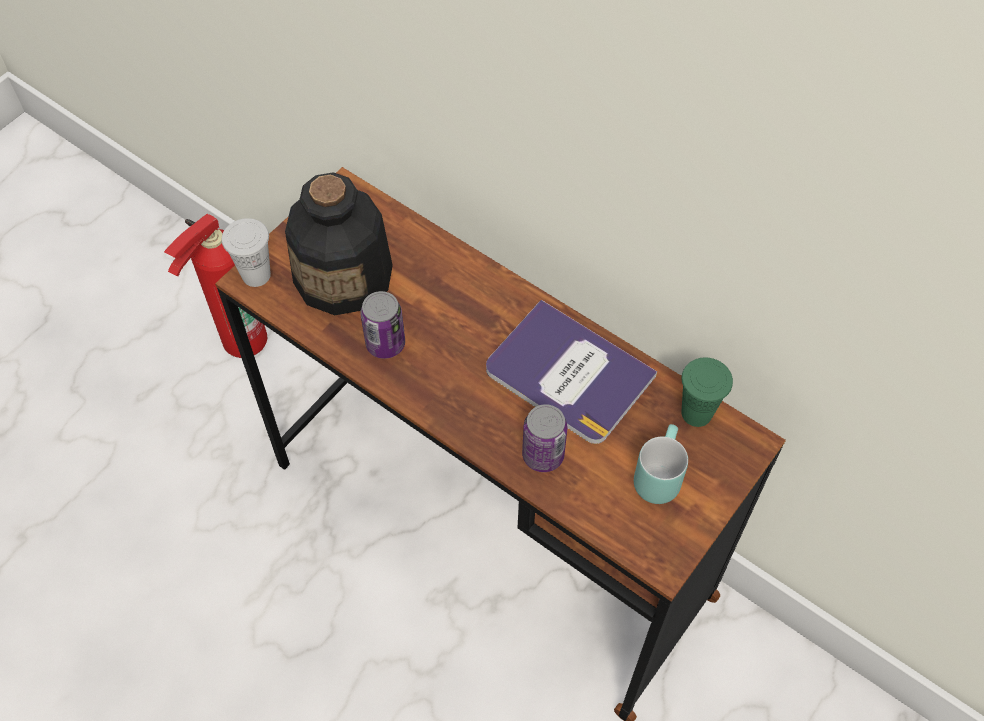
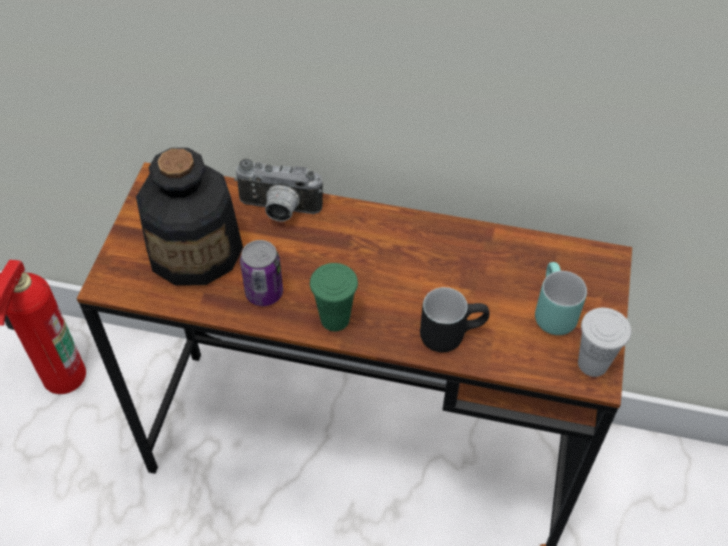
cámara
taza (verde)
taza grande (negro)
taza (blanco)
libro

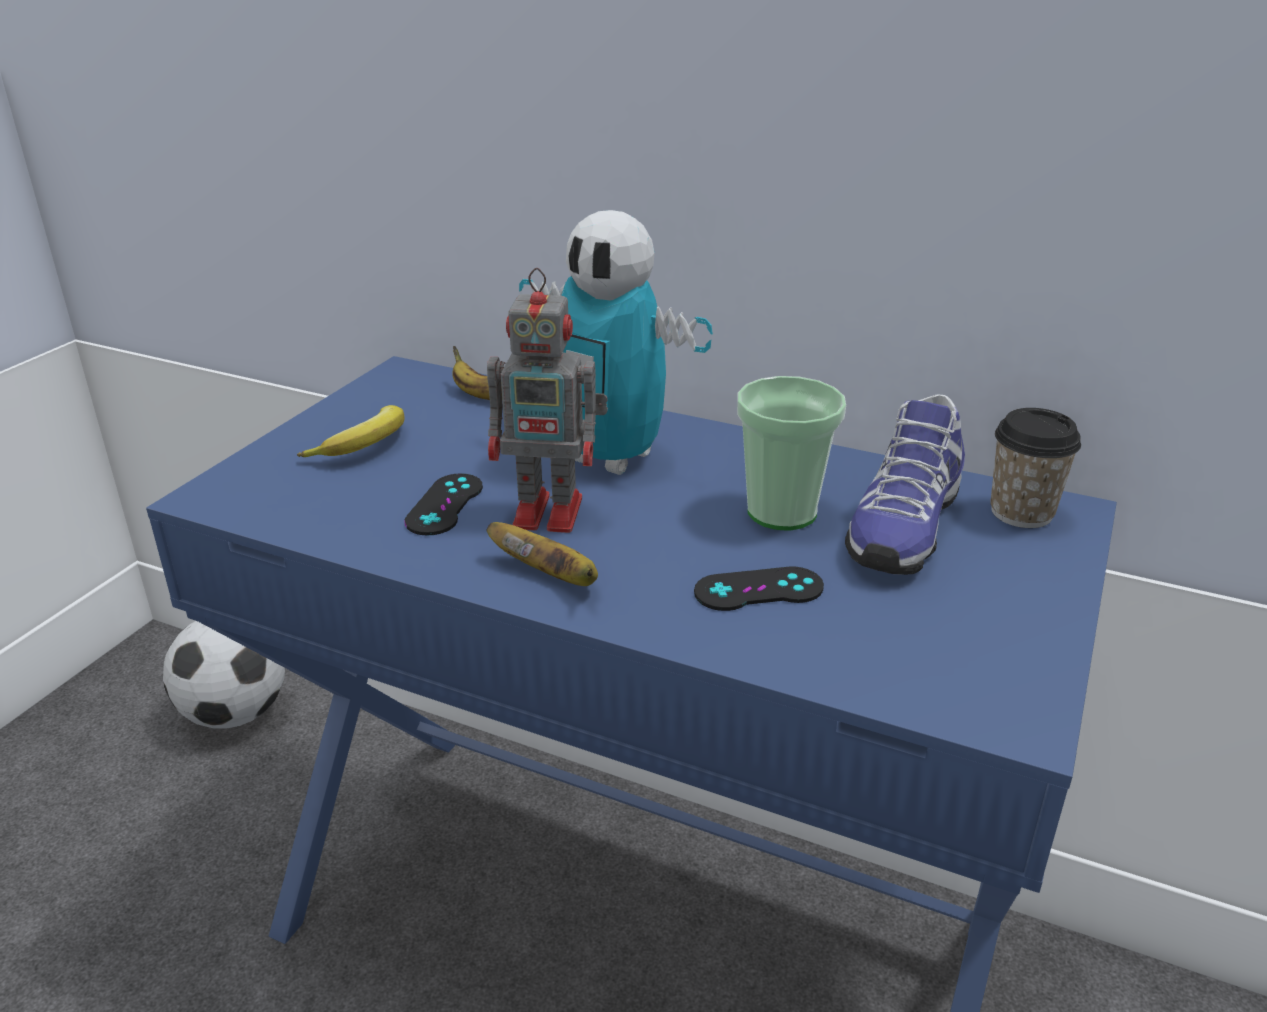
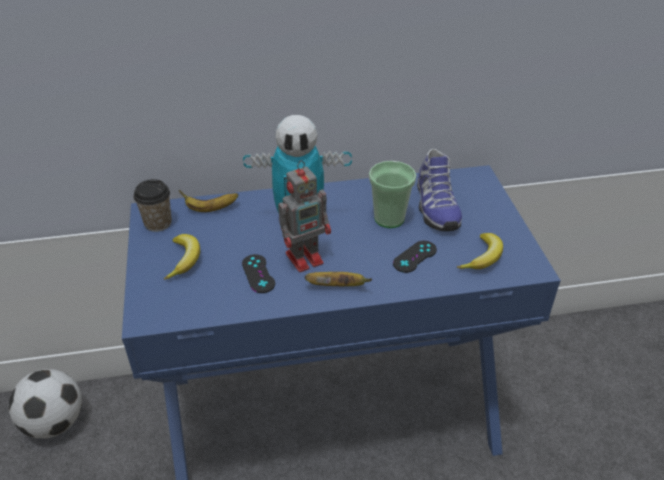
taza (1st from left)
plátano (4th from left)

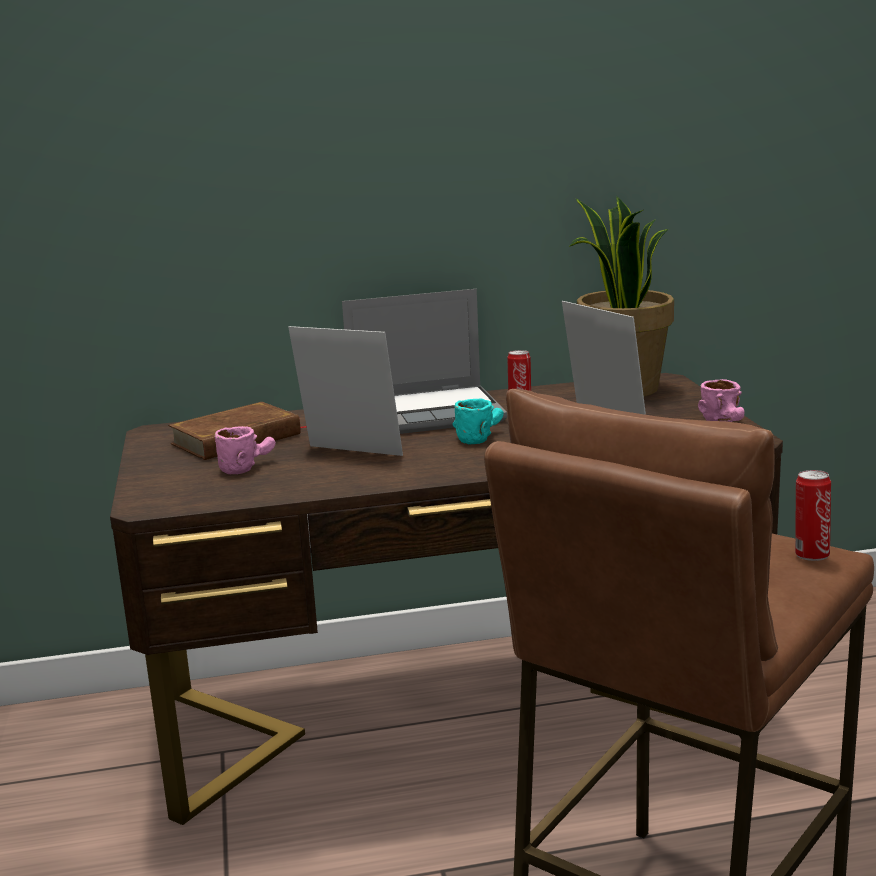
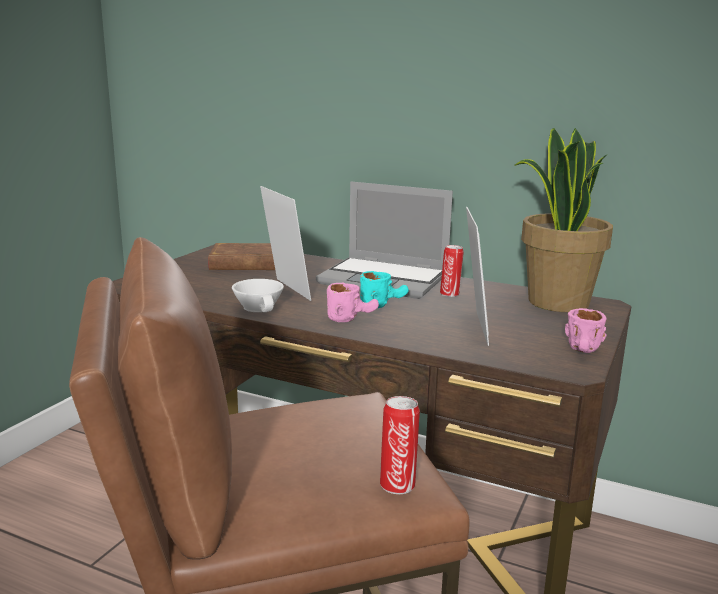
taza (blanco)
taza grande (rosa) (1st from left)

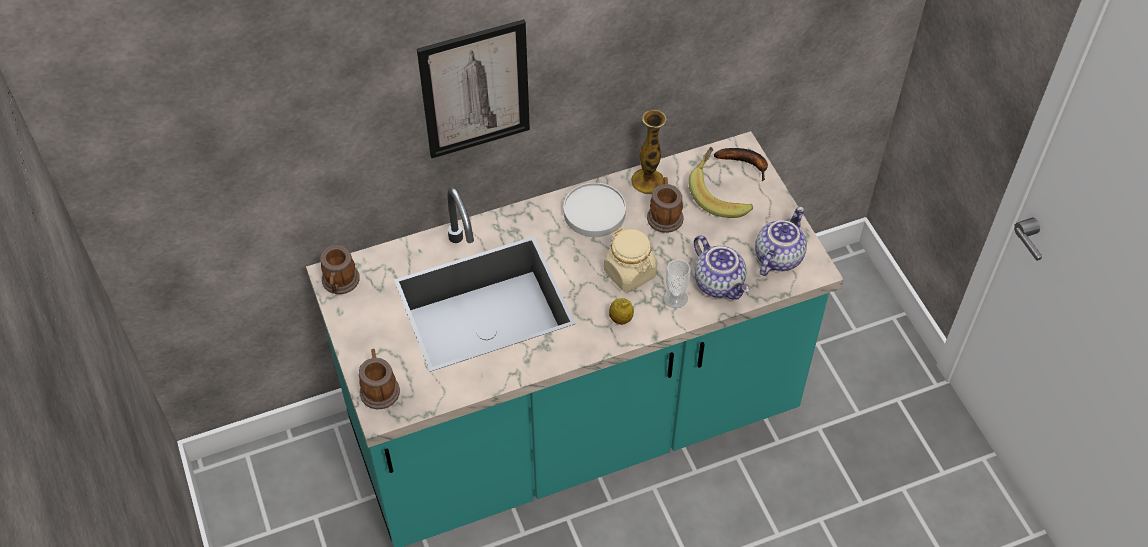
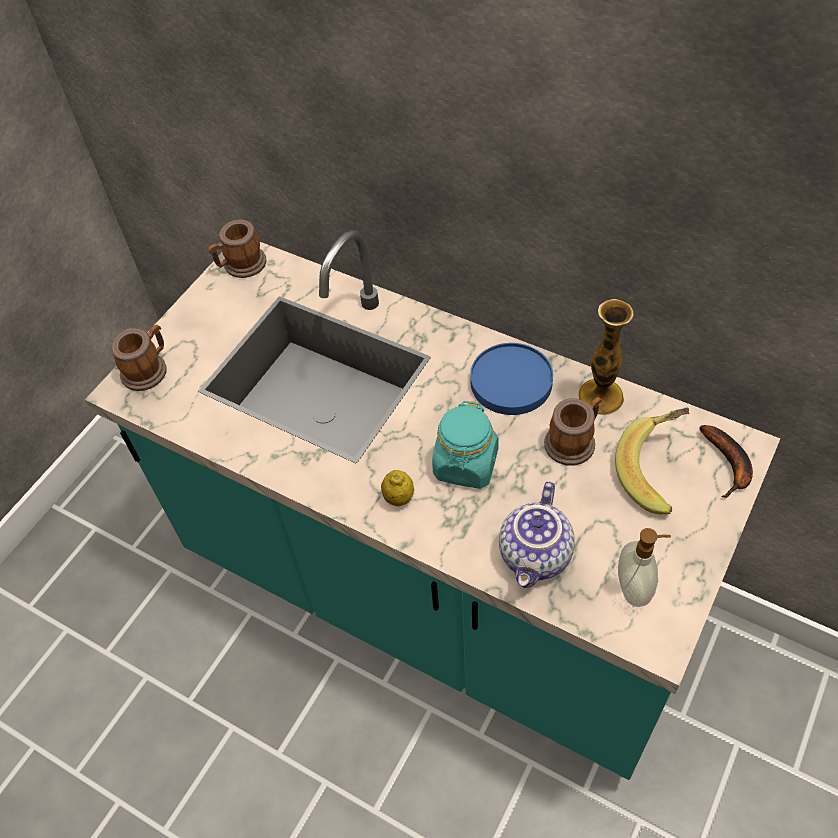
tarro (turquesa)
plato (azul)
dispensador de jabón
cuadro
taza

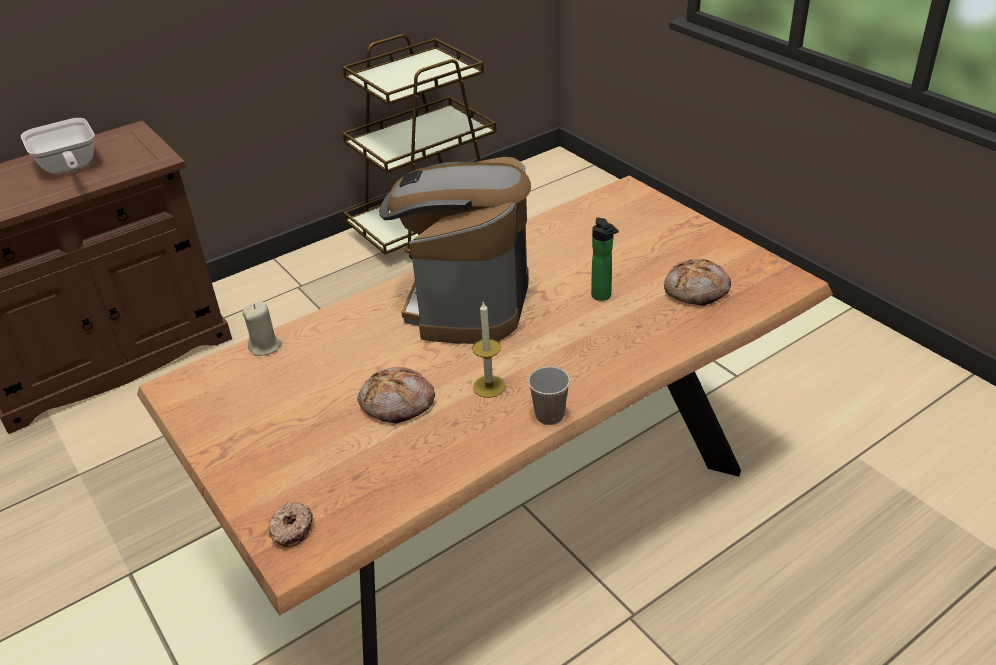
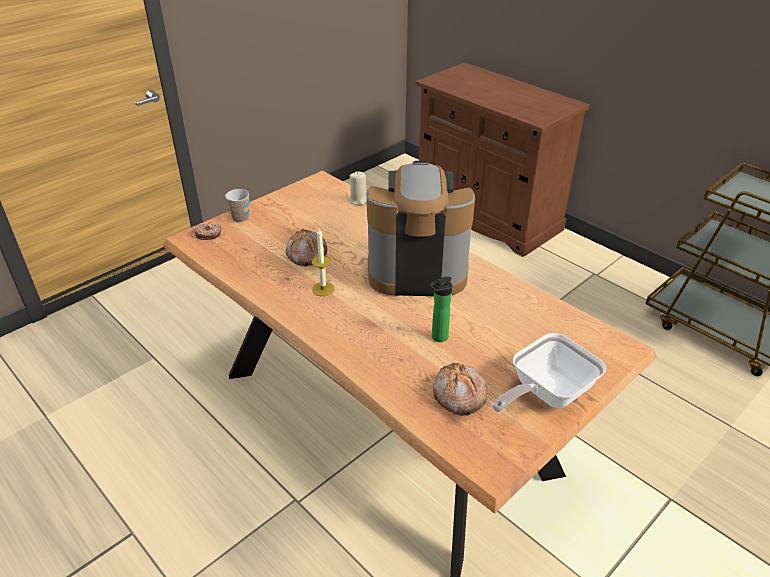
taza
sartén

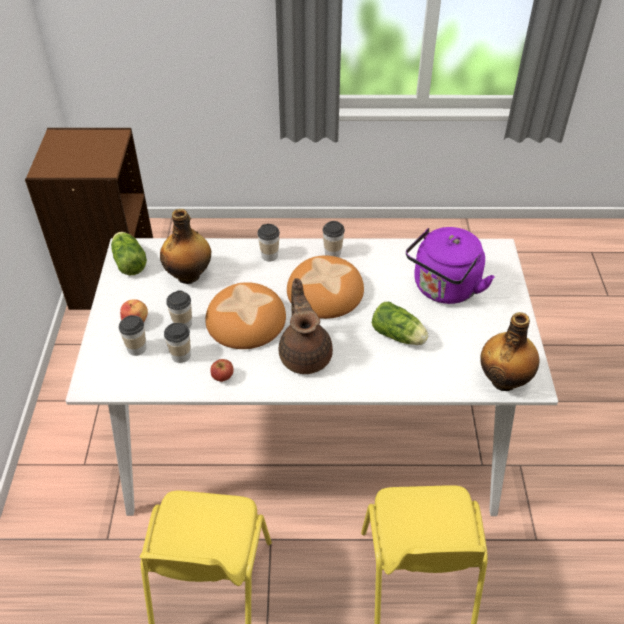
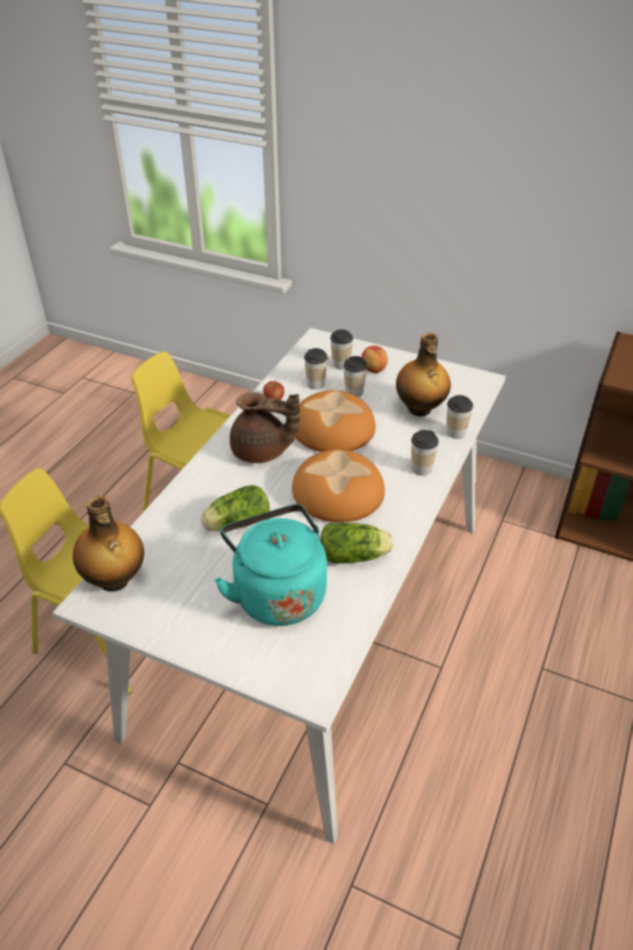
hervidor (turquesa)
lechuga (2nd from left)
taza (5th from left)

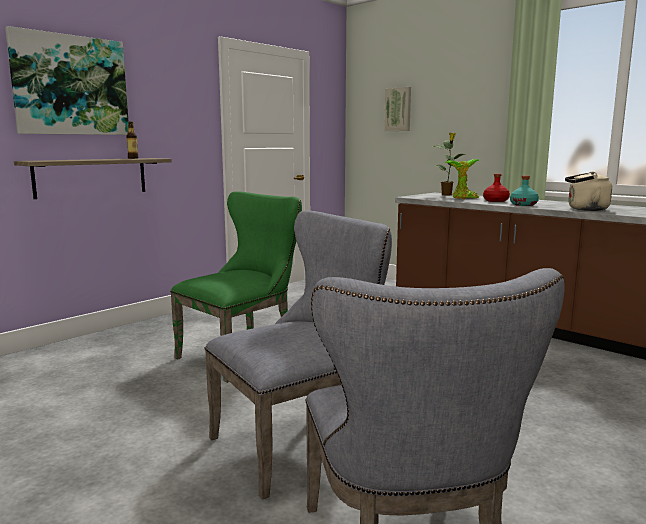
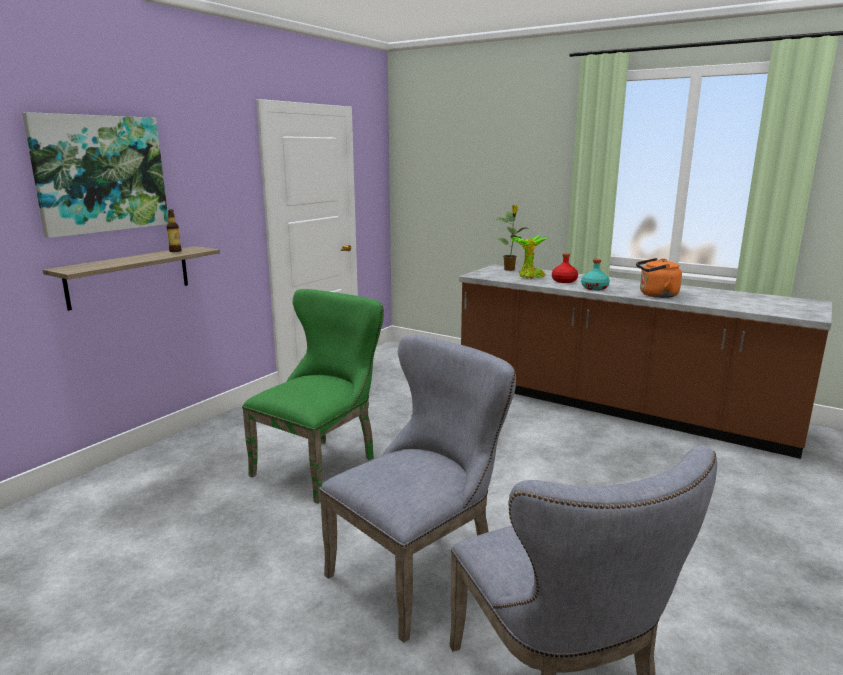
hervidor (naranja)
cuadro (2nd from left in the first image)

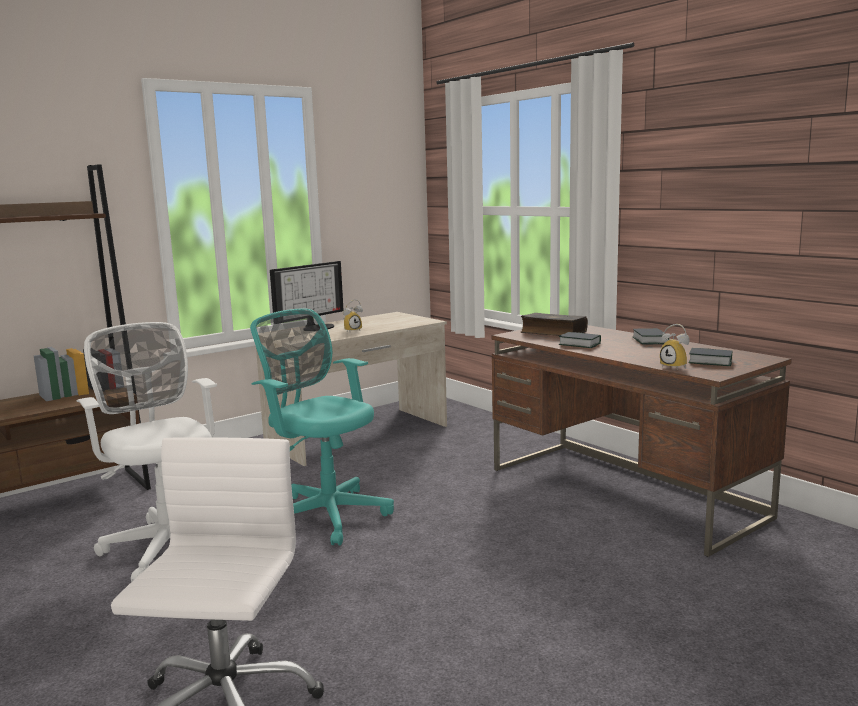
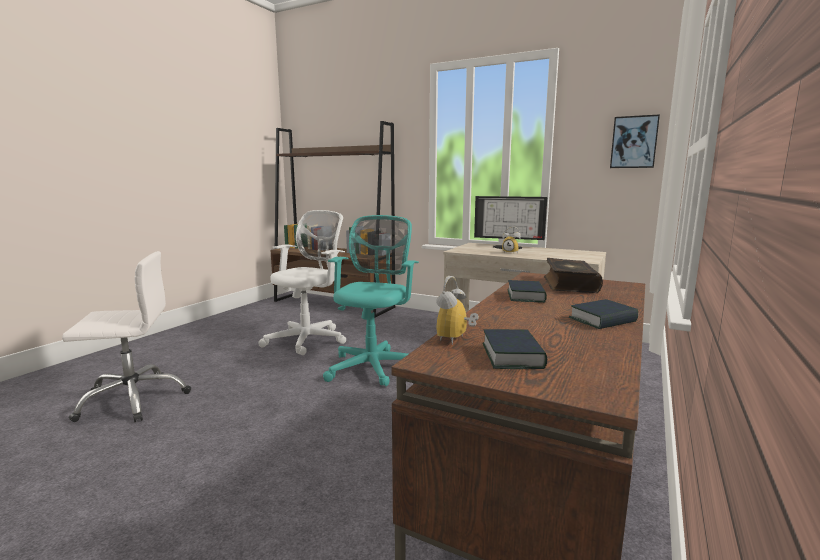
cuadro

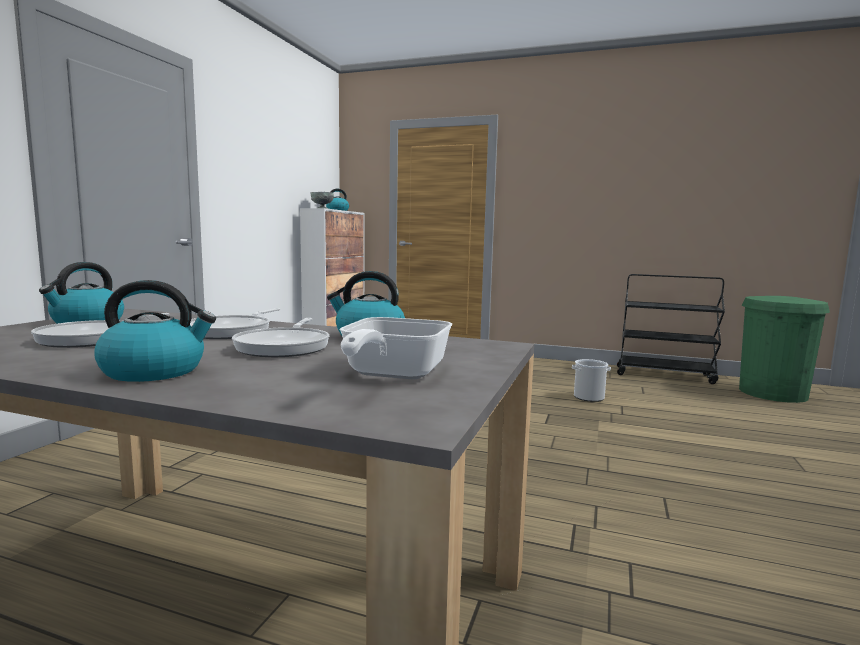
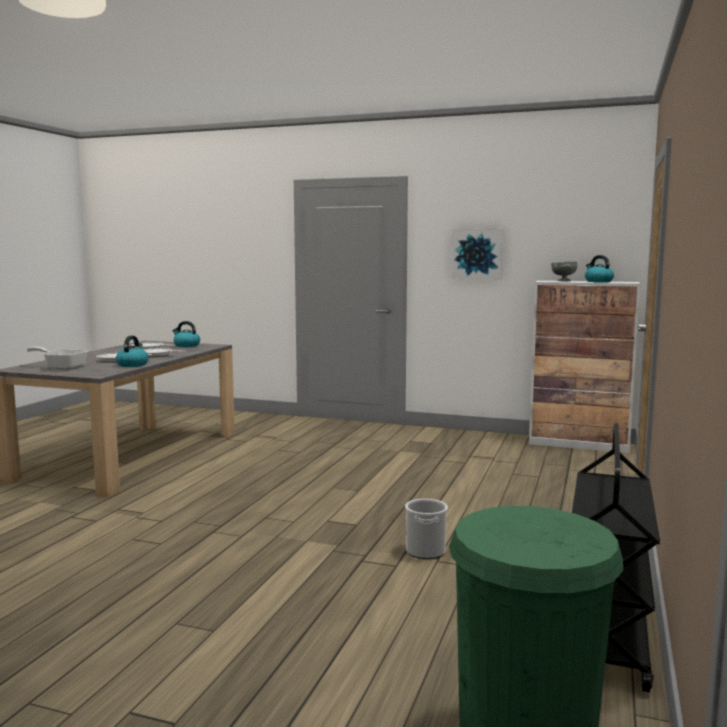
cuadro
hervidor (2nd from left in the first image)

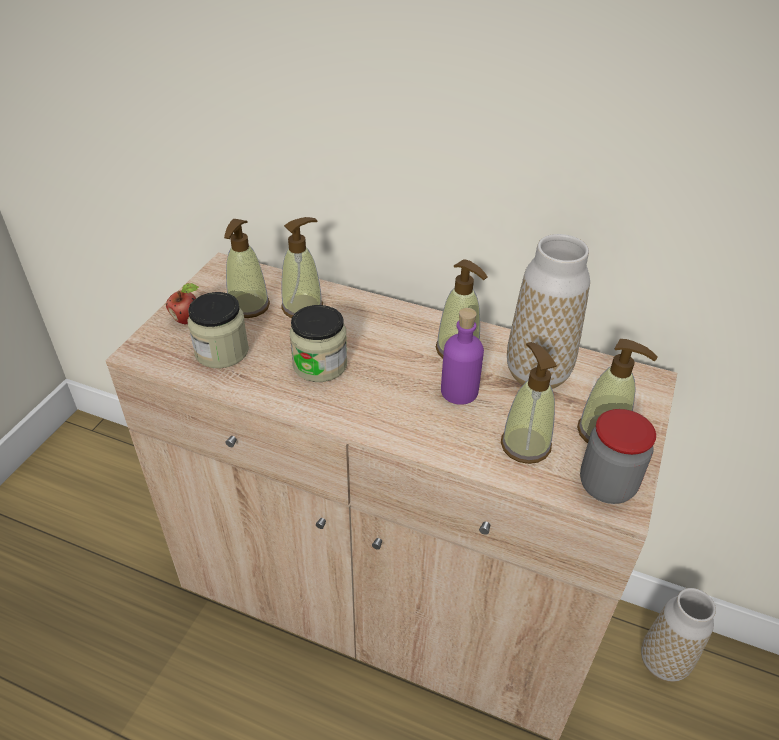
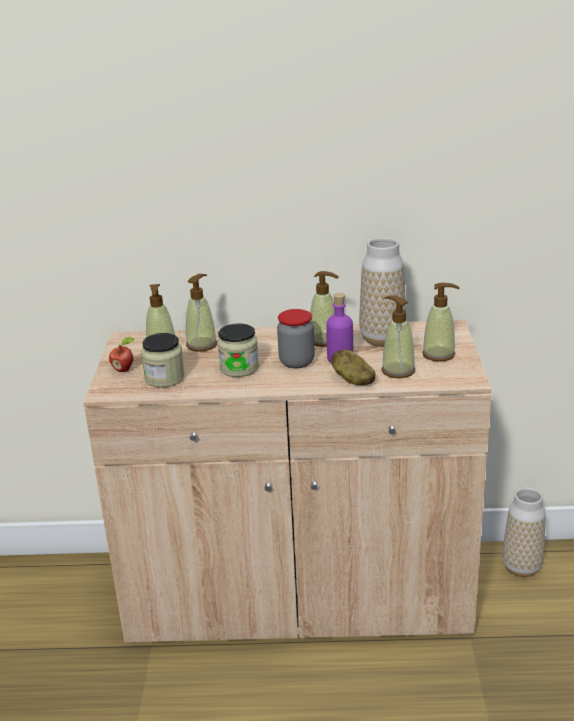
tarro (3rd from left)
patata

